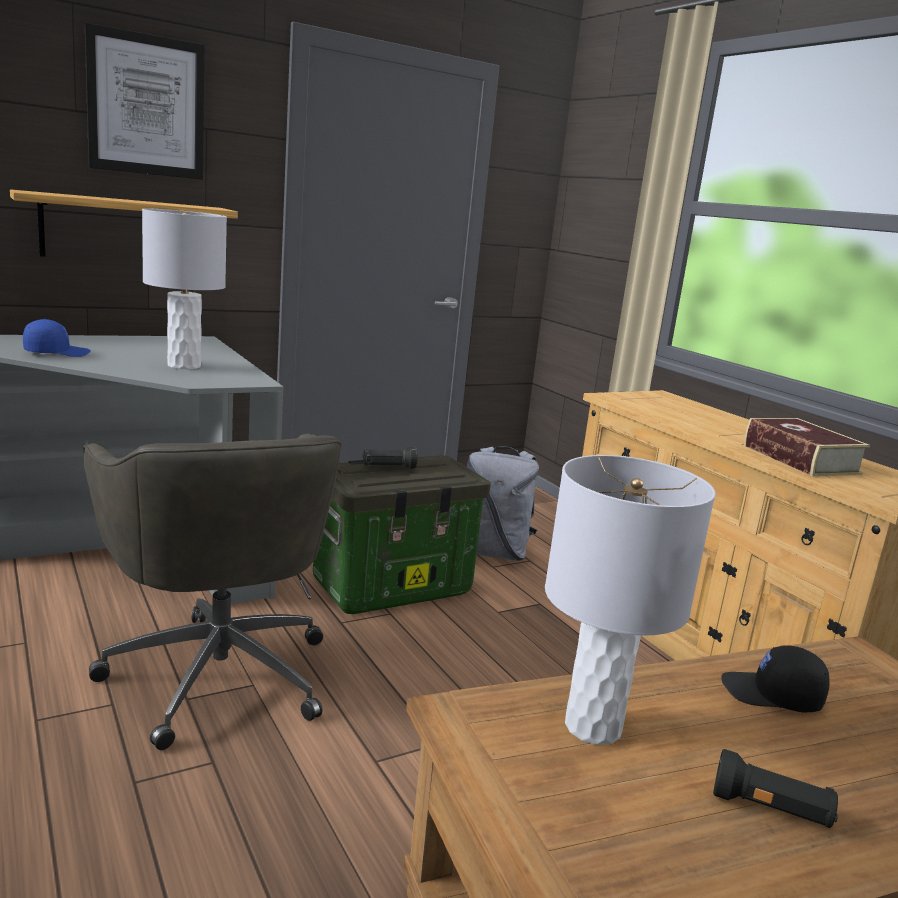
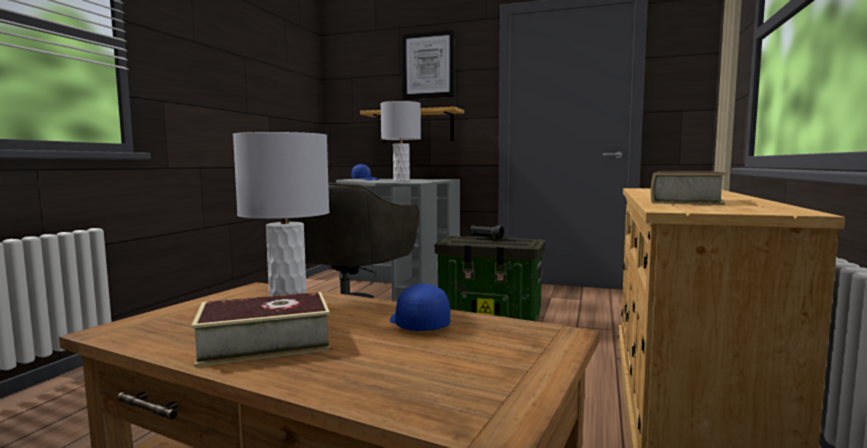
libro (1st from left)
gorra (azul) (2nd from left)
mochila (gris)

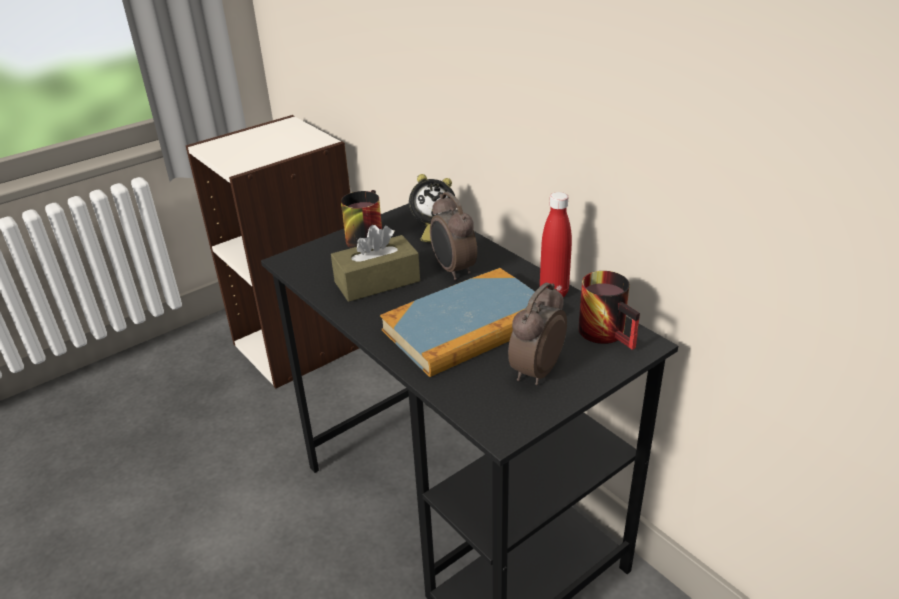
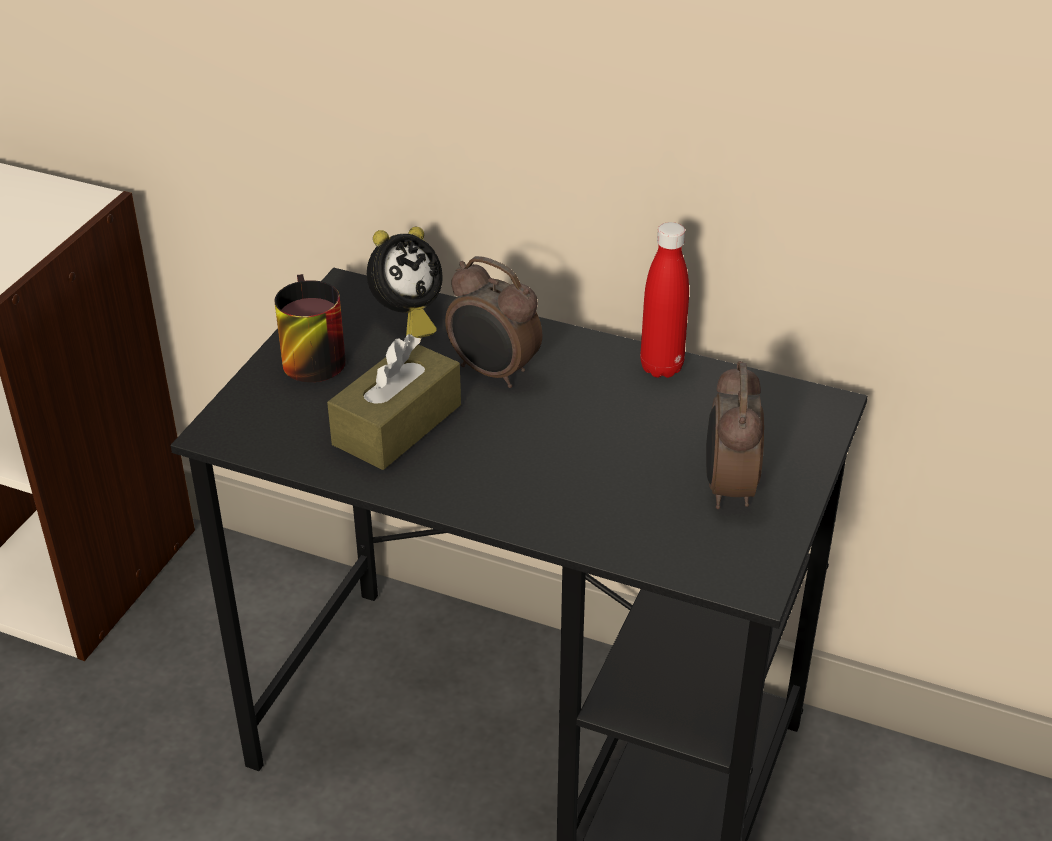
libro
taza grande (2nd from left in the first image)

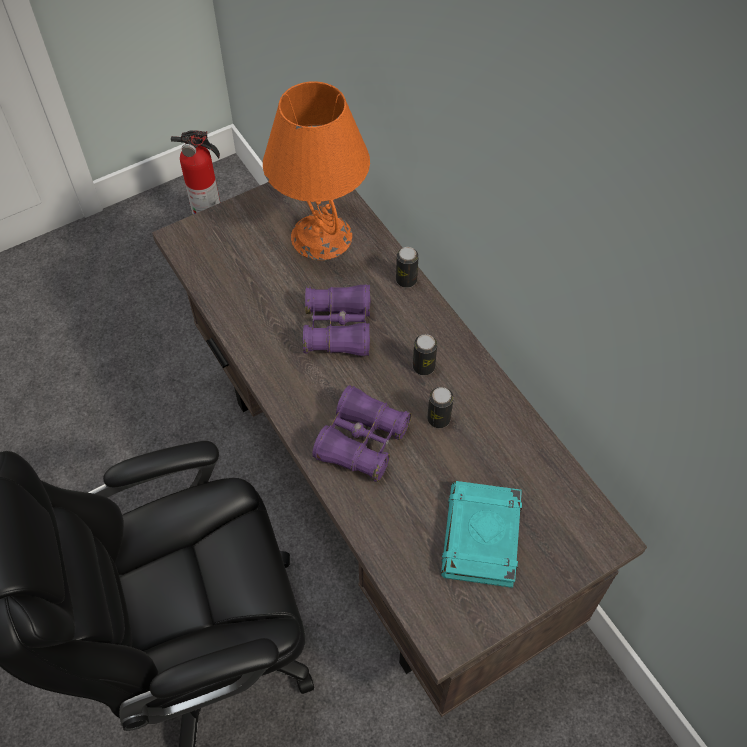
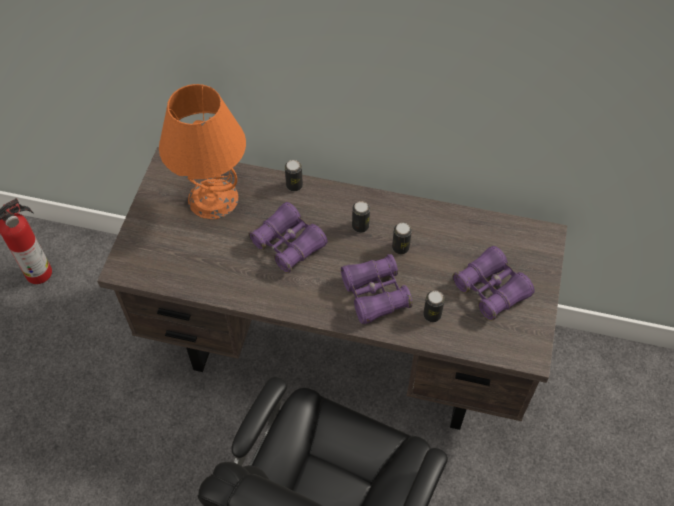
lata (4th from left)
prismáticos (morado) (3rd from left)

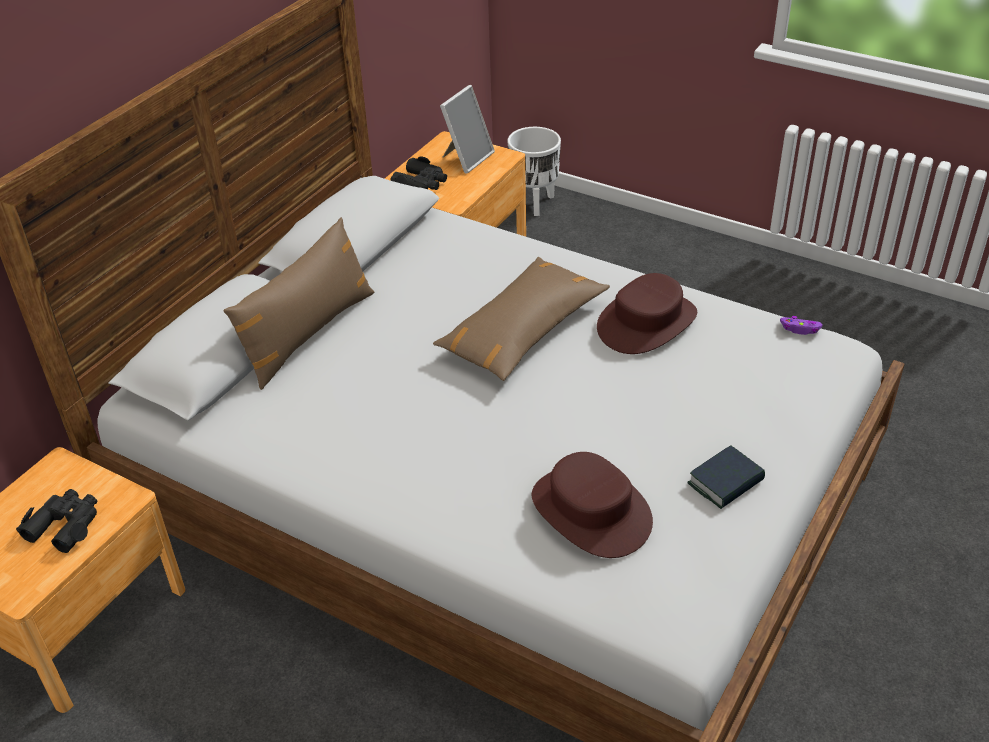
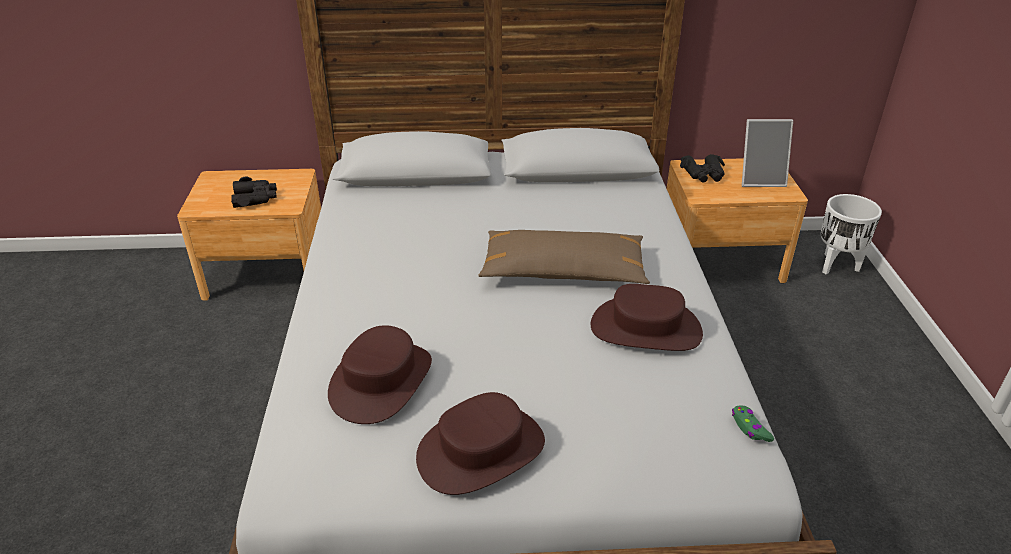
sombrero (marrón) (2nd from left)
mando de consola (verde)
cojín (marrón) (1st from left in the first image)

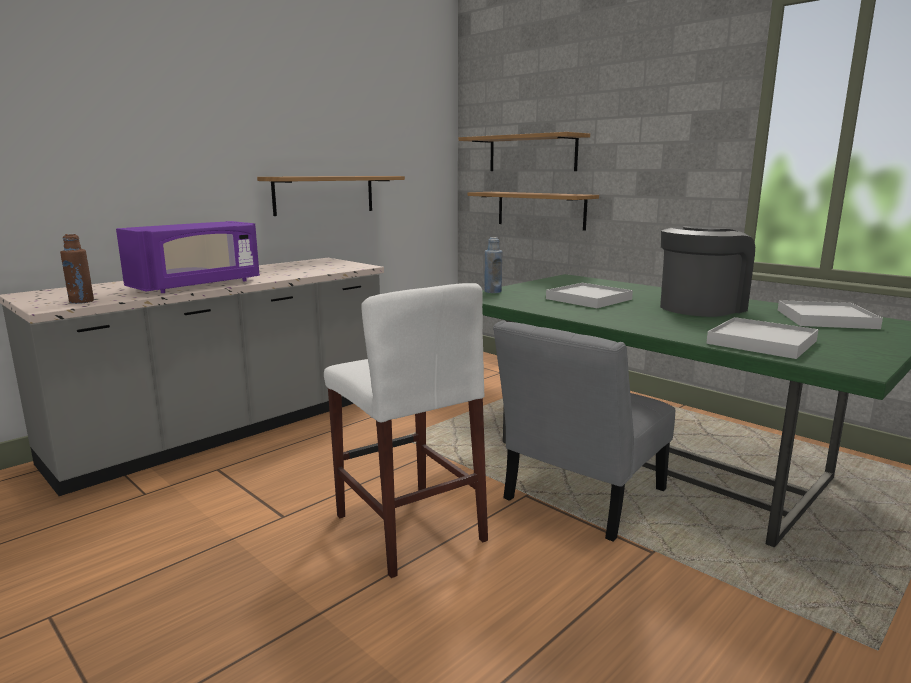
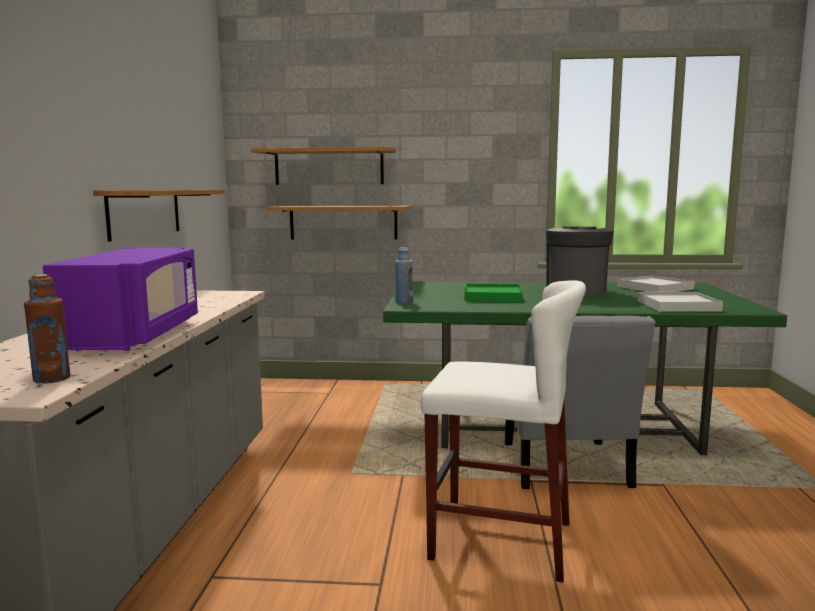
bandeja (verde)

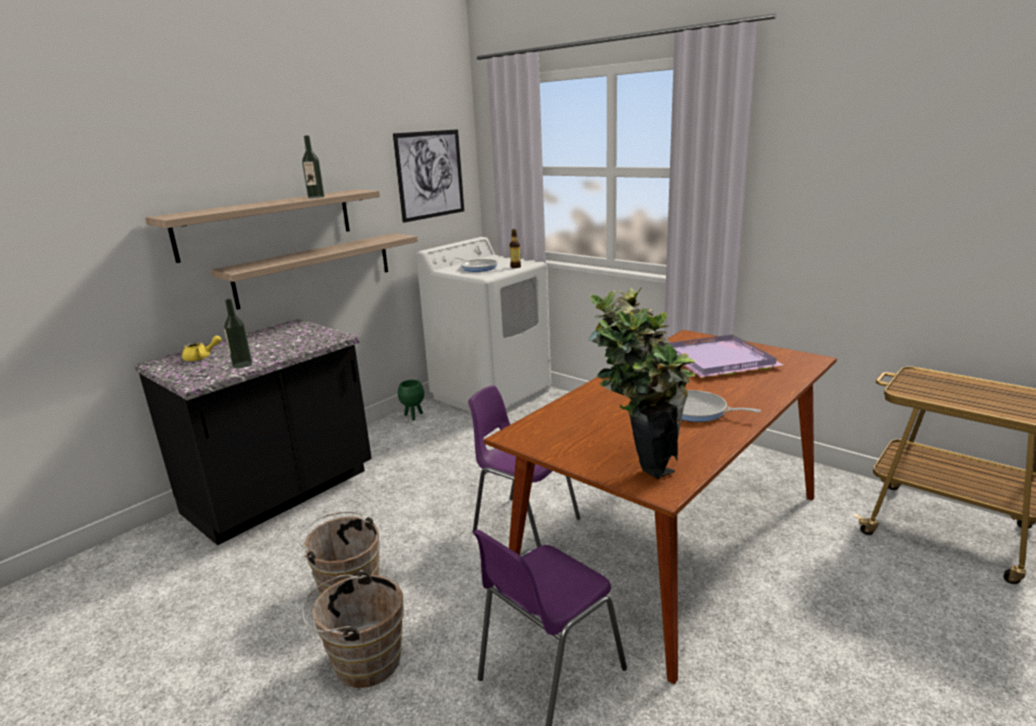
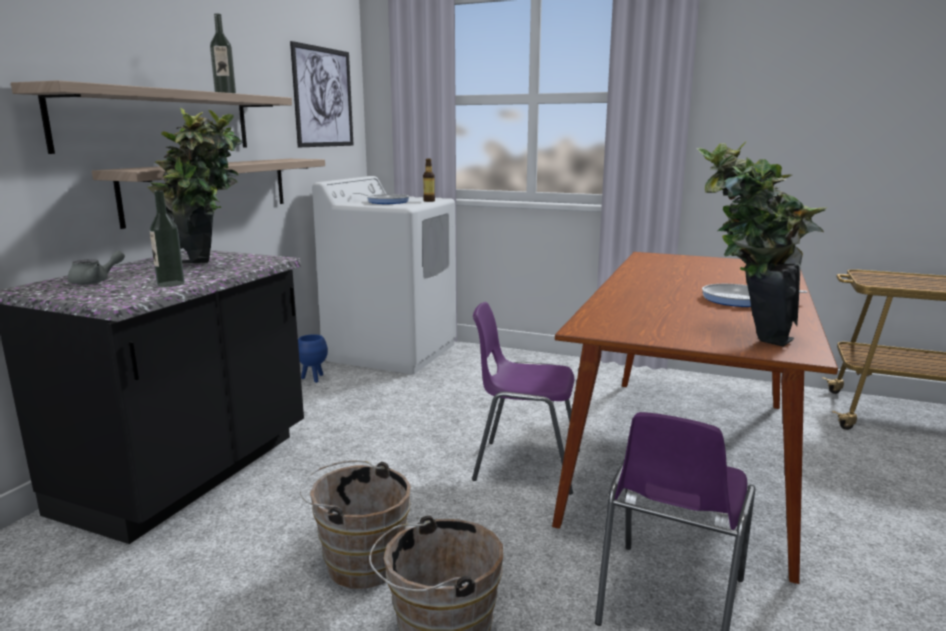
tetera (gris)
planta en maceta (1st from left)
maceta (azul)
bandeja (morado)

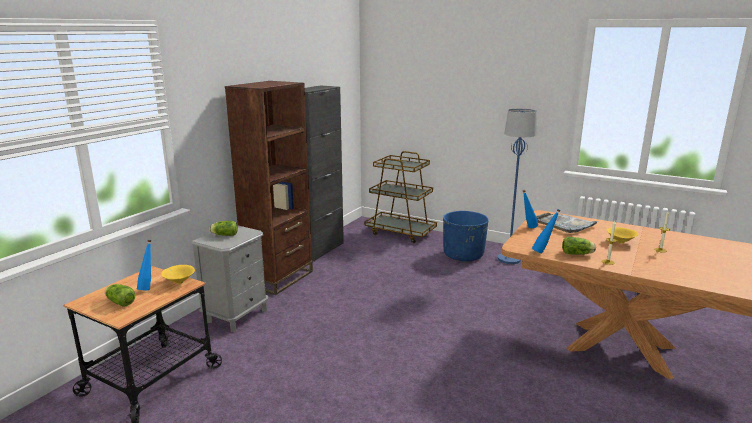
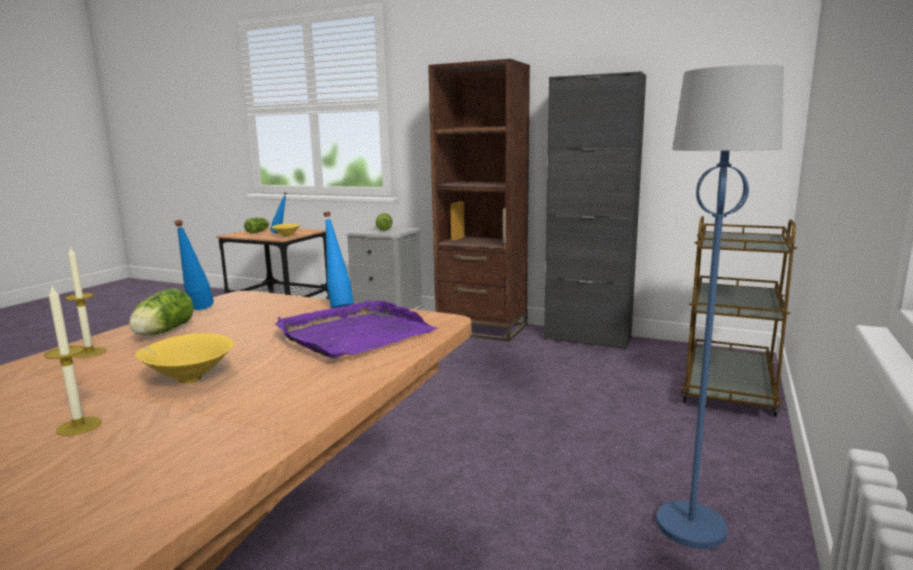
bandeja (morado)
maceta (azul)

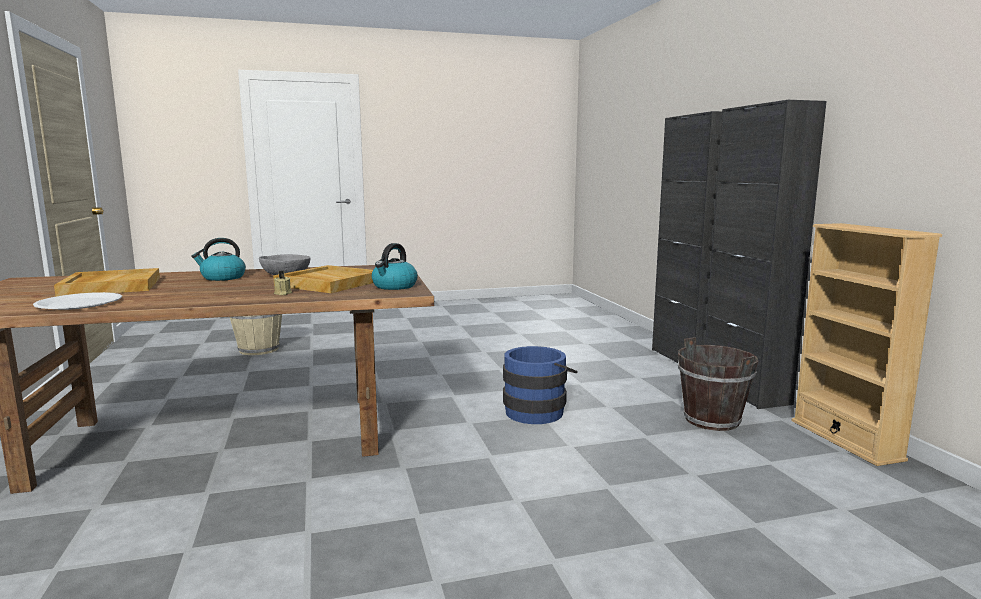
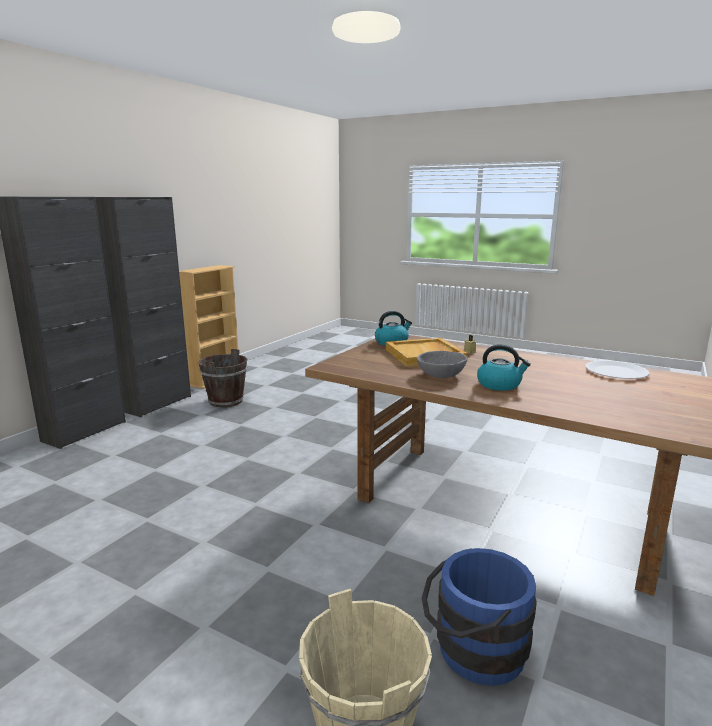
cubo (azul)
bandeja (beis) (1st from left in the first image)

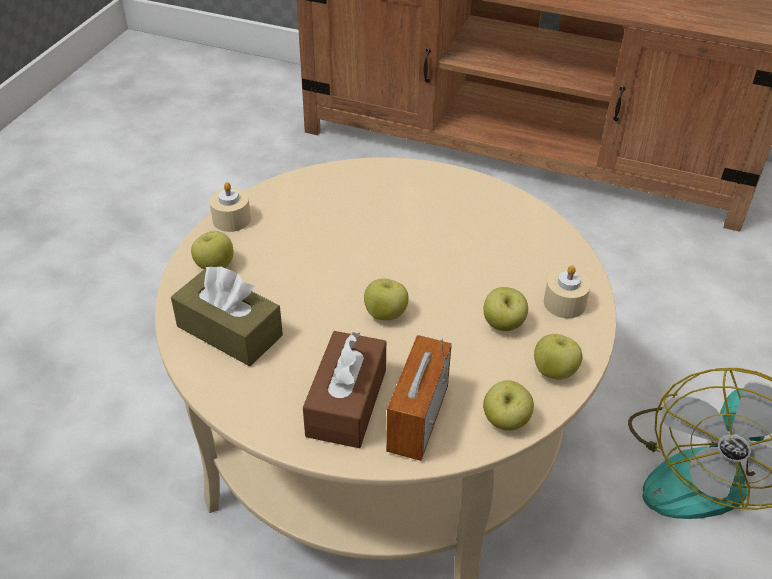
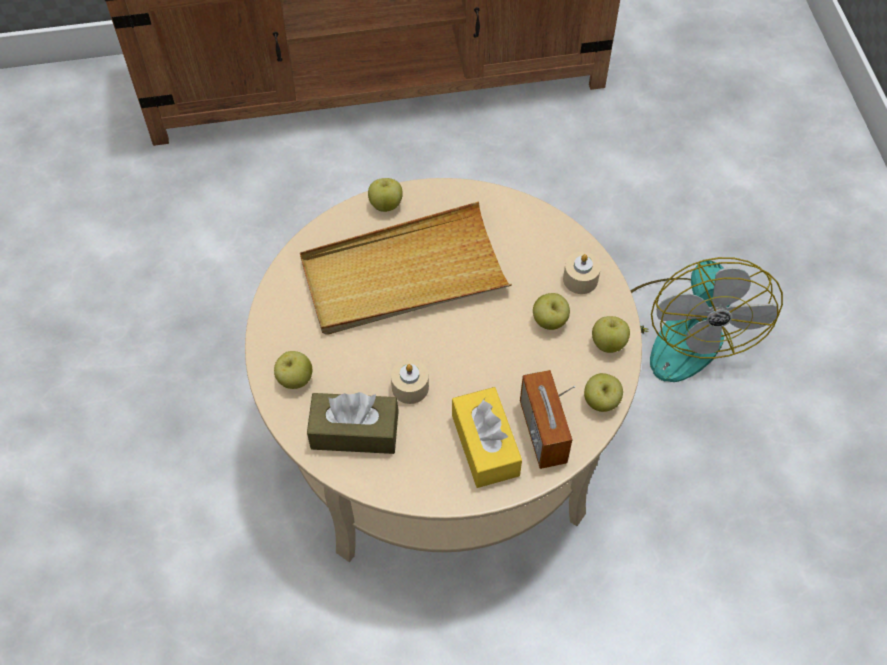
bandeja (beis)
manzana (2nd from left)
vela (beis) (1st from left)
caja de pañuelos (amarillo)

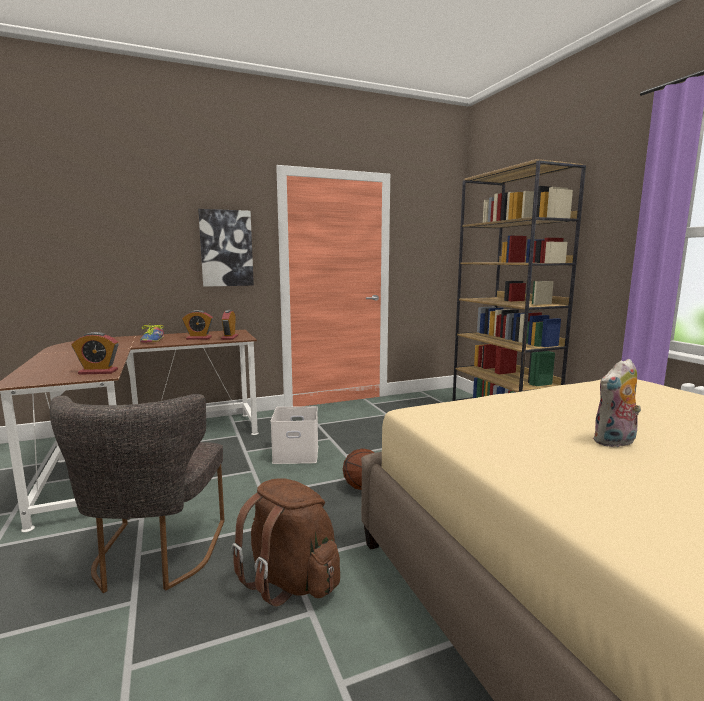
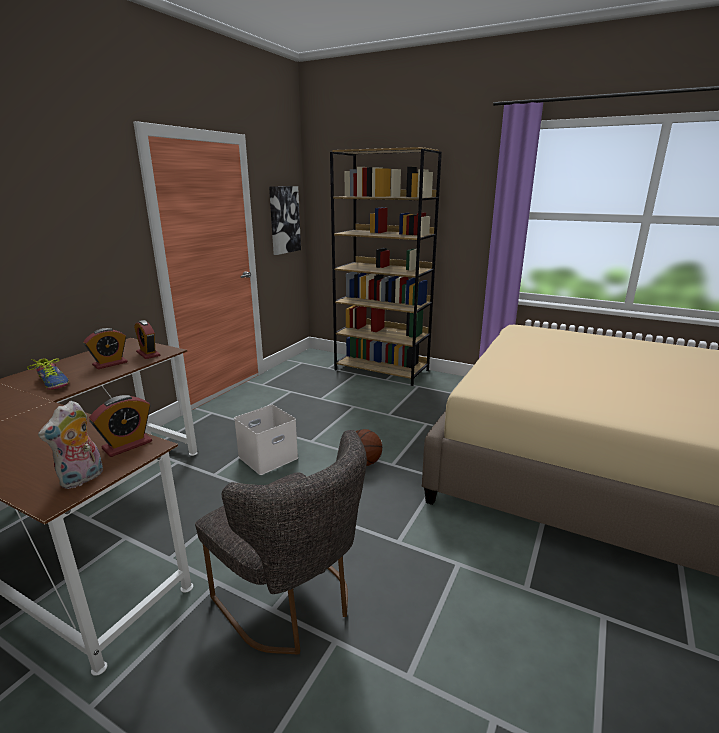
peluche
cuadro
mochila (marrón)

